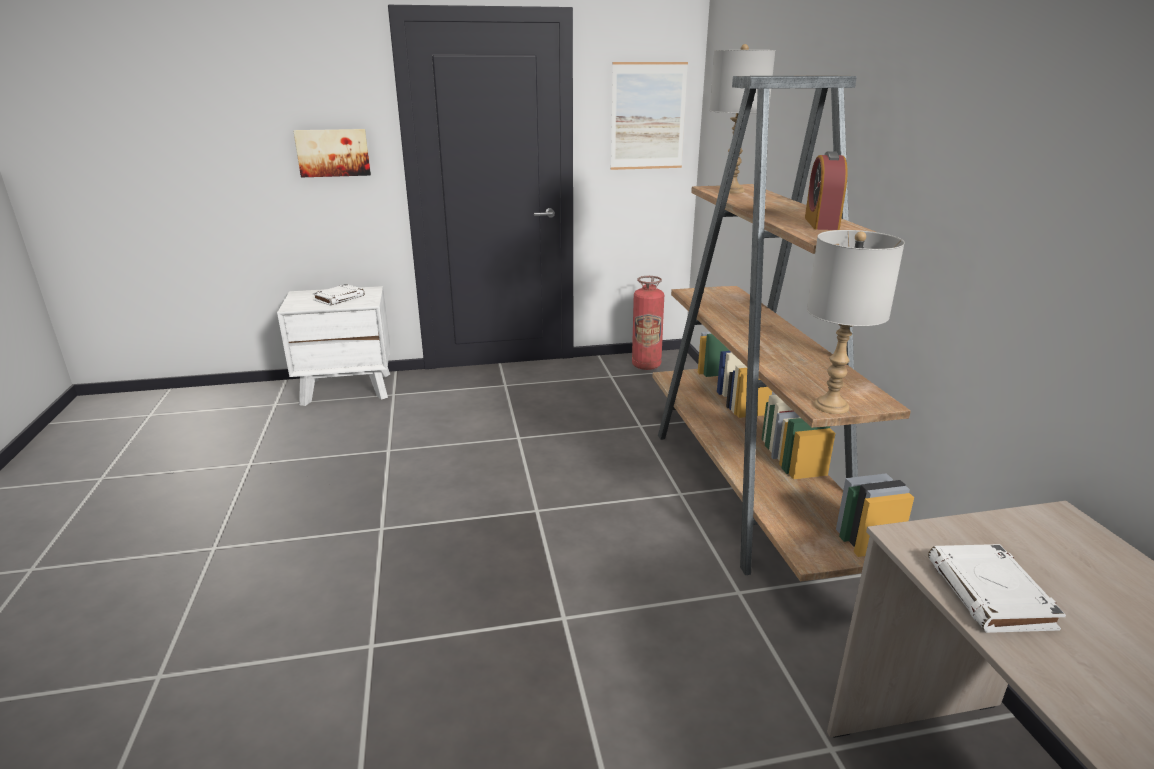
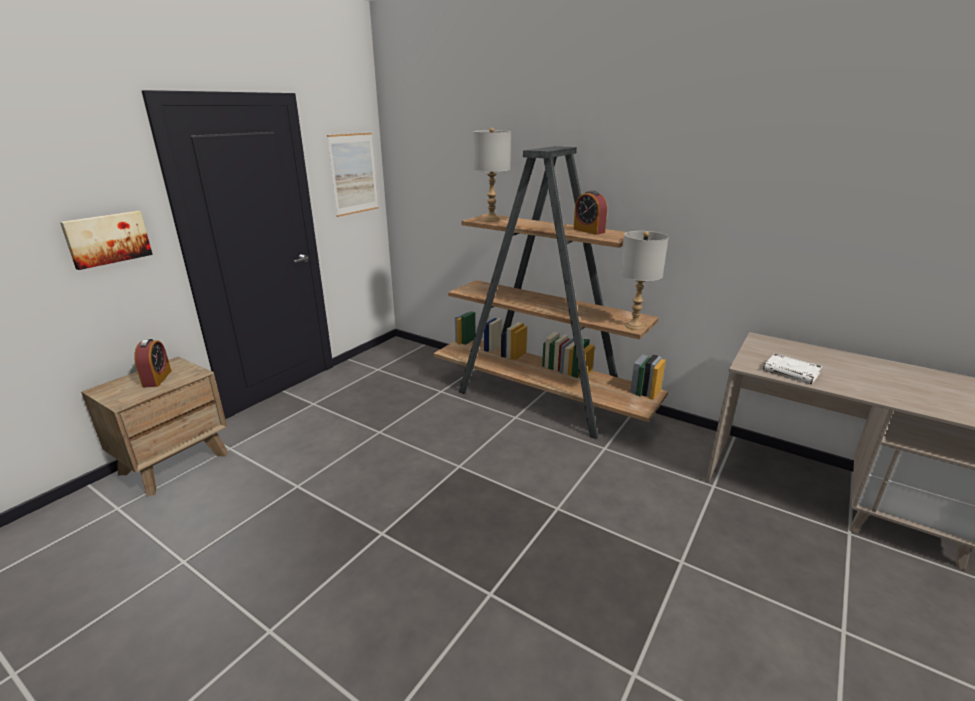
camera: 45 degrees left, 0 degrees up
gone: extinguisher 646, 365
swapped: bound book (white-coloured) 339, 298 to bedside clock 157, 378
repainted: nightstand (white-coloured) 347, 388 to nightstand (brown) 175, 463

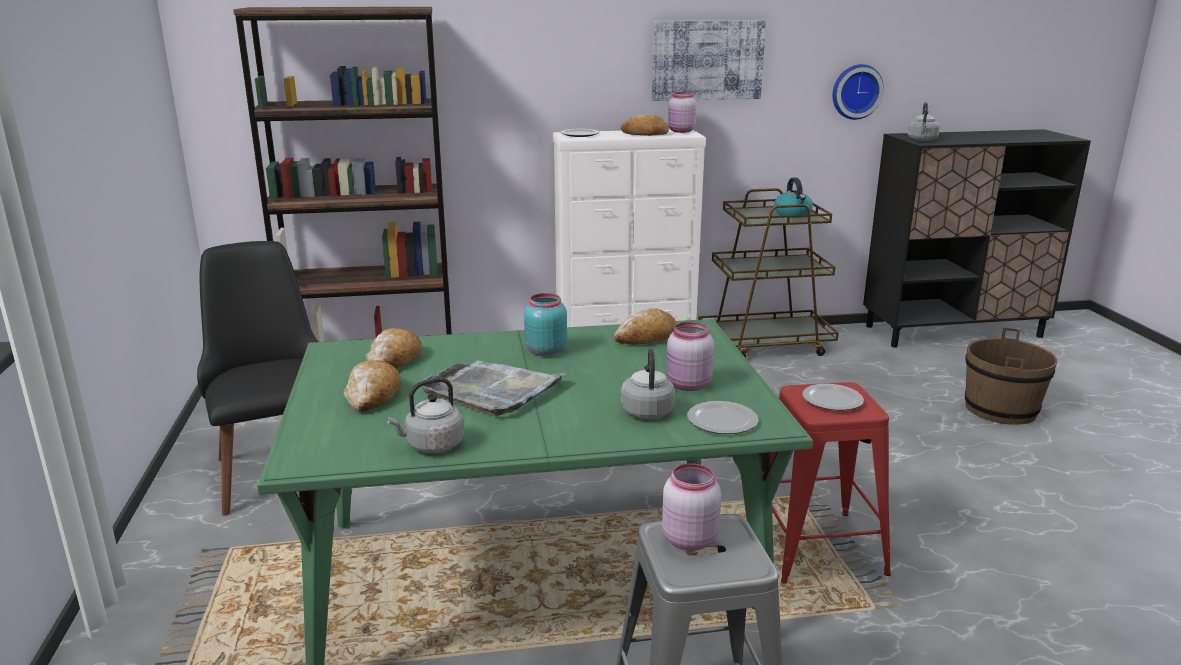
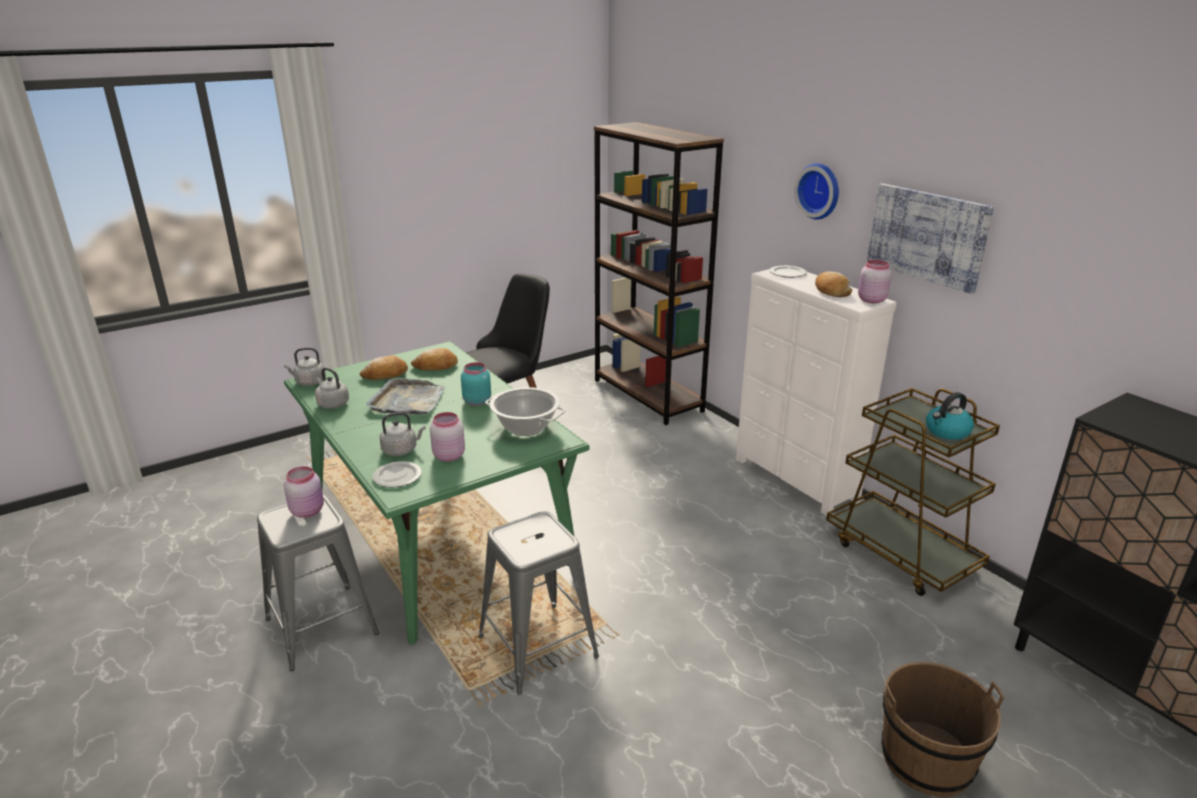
camera: 65 degrees right, 5 degrees up
gone: dinner plate 833, 400
shifted: tea kettle (grey) 922, 140 to 309, 382; hanging clock 855, 91 to 820, 190
swapped: bakery bread 646, 337 to cooking pot 525, 427
repainted: stool seat (reddish) 816, 546 to stool seat (grey) 538, 647

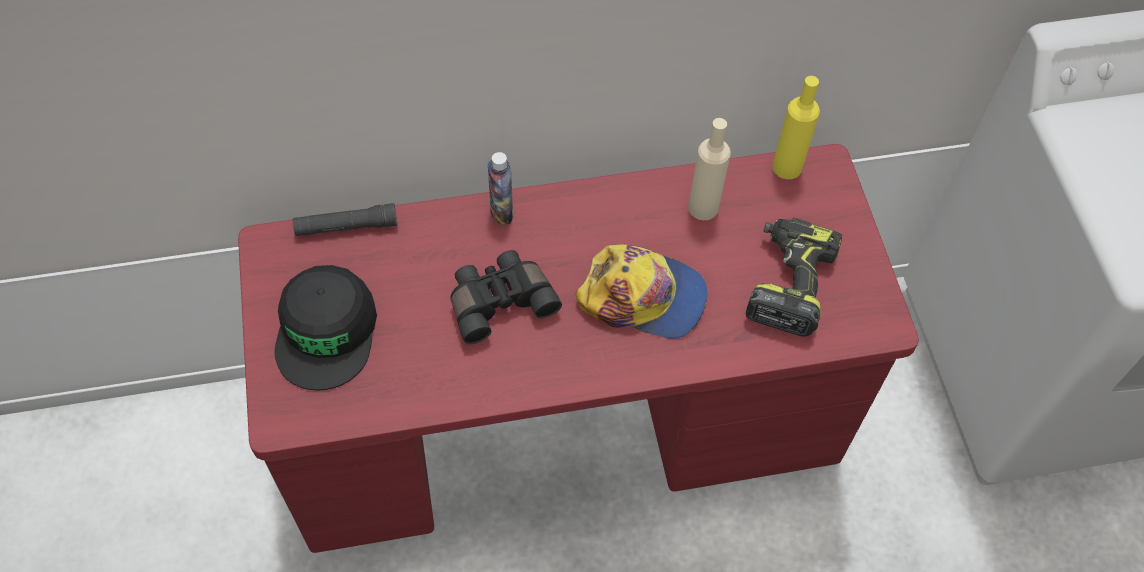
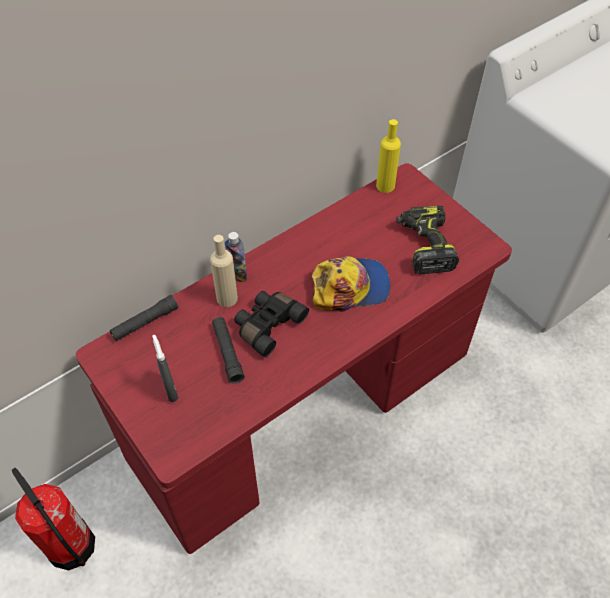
camera: 25 degrees left, 5 degrees down
new: extinguisher 71, 547; torch (black) 227, 353
shifted: bottle (beige-coloured) 703, 207 to 227, 298
swapped: baseball cap (black) 327, 332 to sprayer (grey) 170, 389

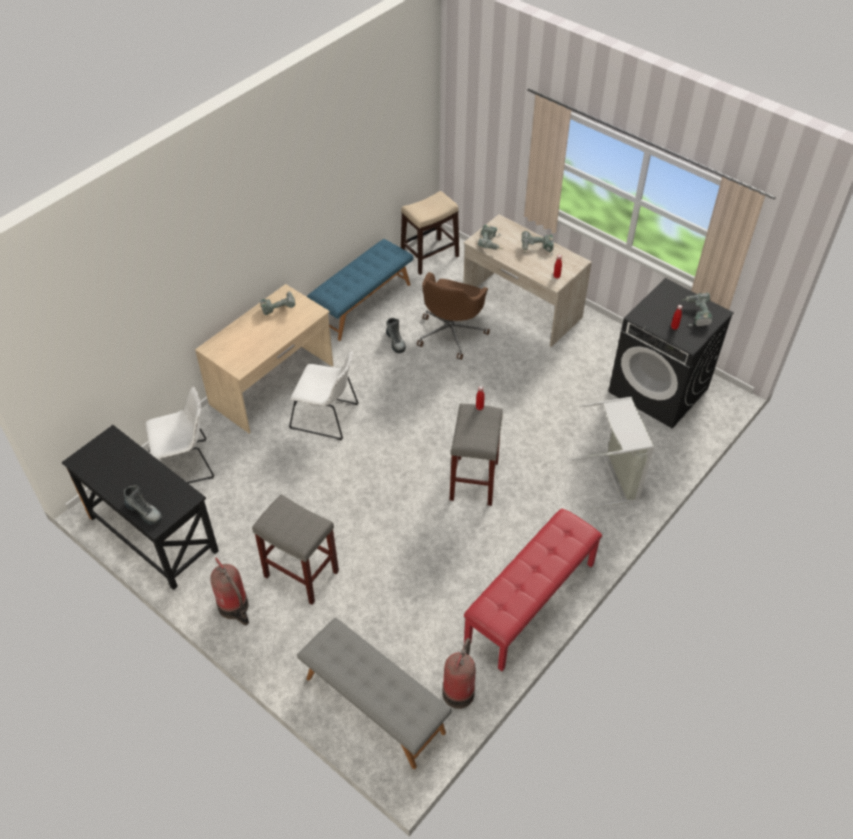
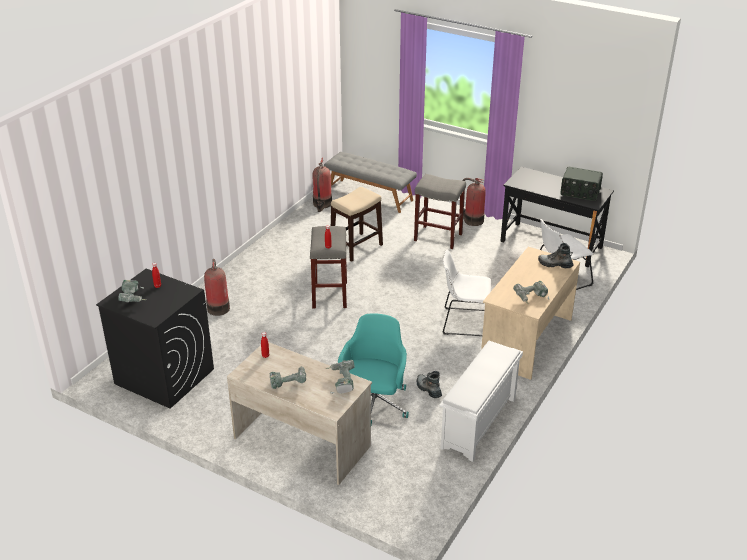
camera: 170 degrees right, 15 degrees down
gone: bench (reddish) 531, 603
new: radio receiver 580, 192
shifted: stool seat 430, 256 to 356, 247; tall boot 144, 512 to 555, 264
swapped: washing basket (grey) 611, 478 to extinguisher 218, 307; bench (blue-coloured) 362, 303 to shoe stand (white-coloured) 479, 424
repainted: computer chair (brown) 451, 333 to computer chair (turquoise-coloured) 374, 405

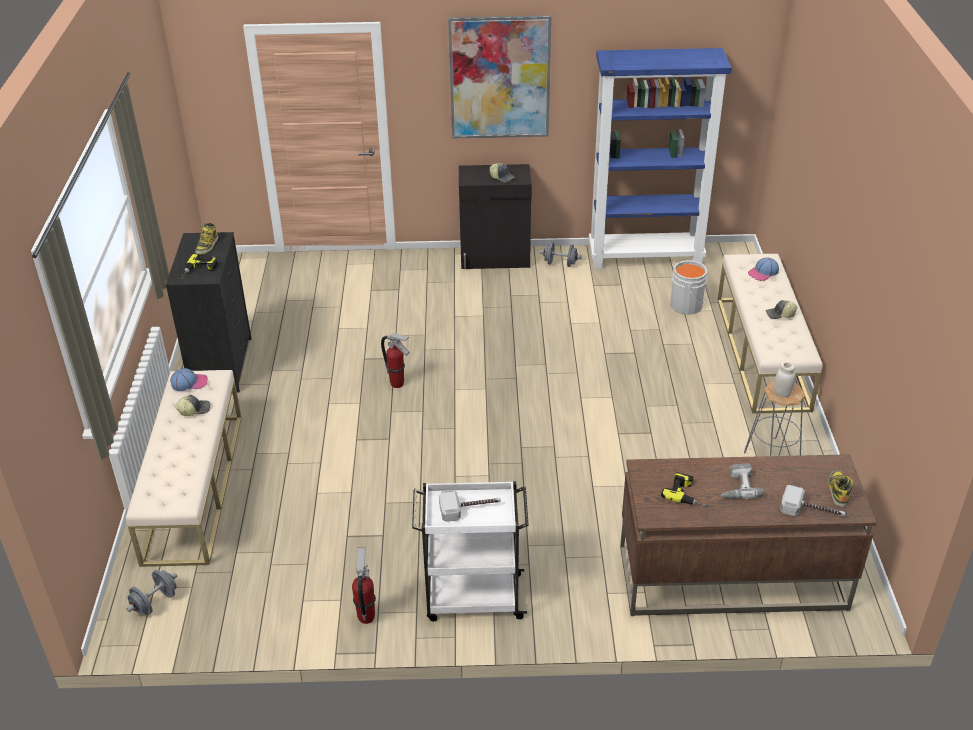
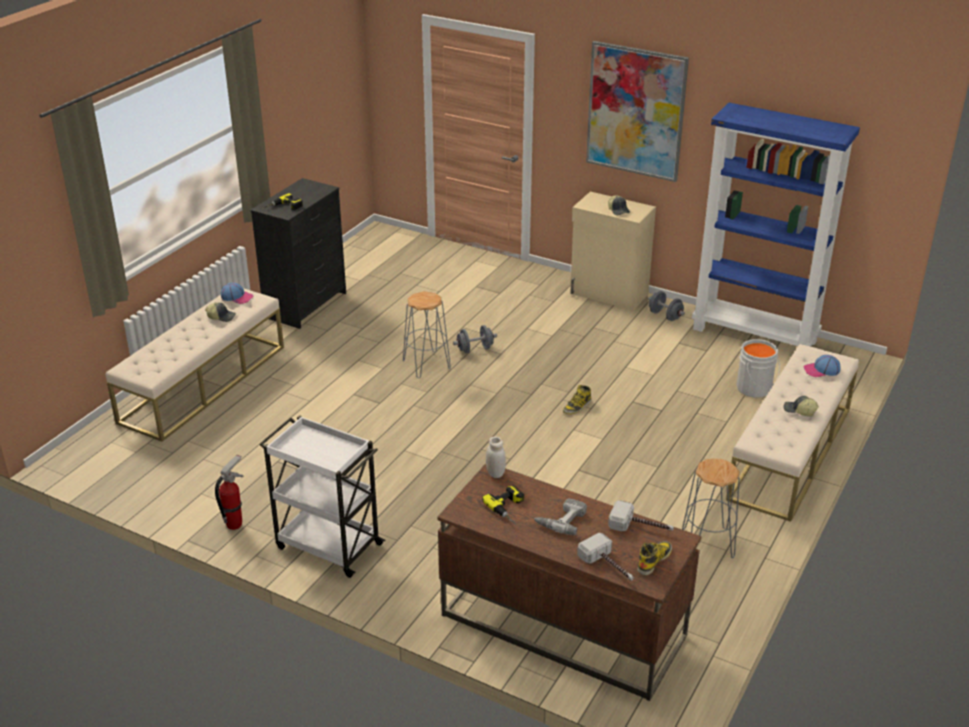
camera: 30 degrees right, 5 degrees down
shifted: dumbbell (grey) 155, 602 to 475, 349; jar (white-coloured) 782, 393 to 495, 473; tall boot 207, 245 to 577, 406; hand hammer 470, 509 to 641, 527
swapped: extinguisher 397, 384 to stool seat (grey) 427, 364
repainted: storage cabinet (black) 495, 258 to storage cabinet (beige-coloured) 609, 294

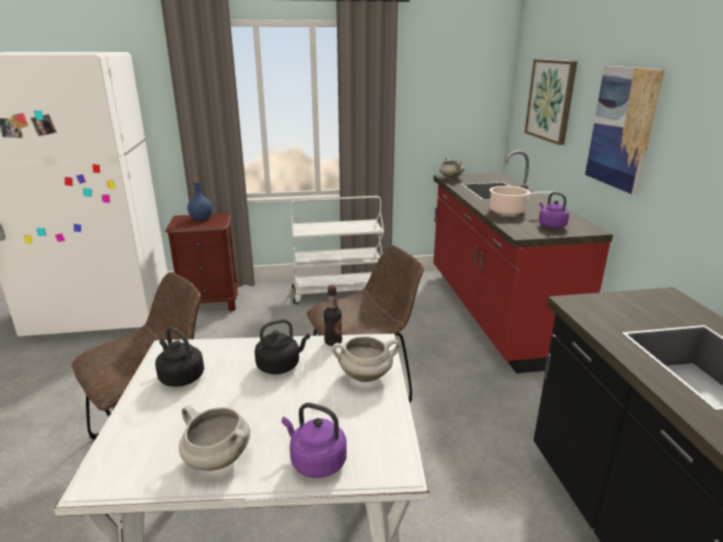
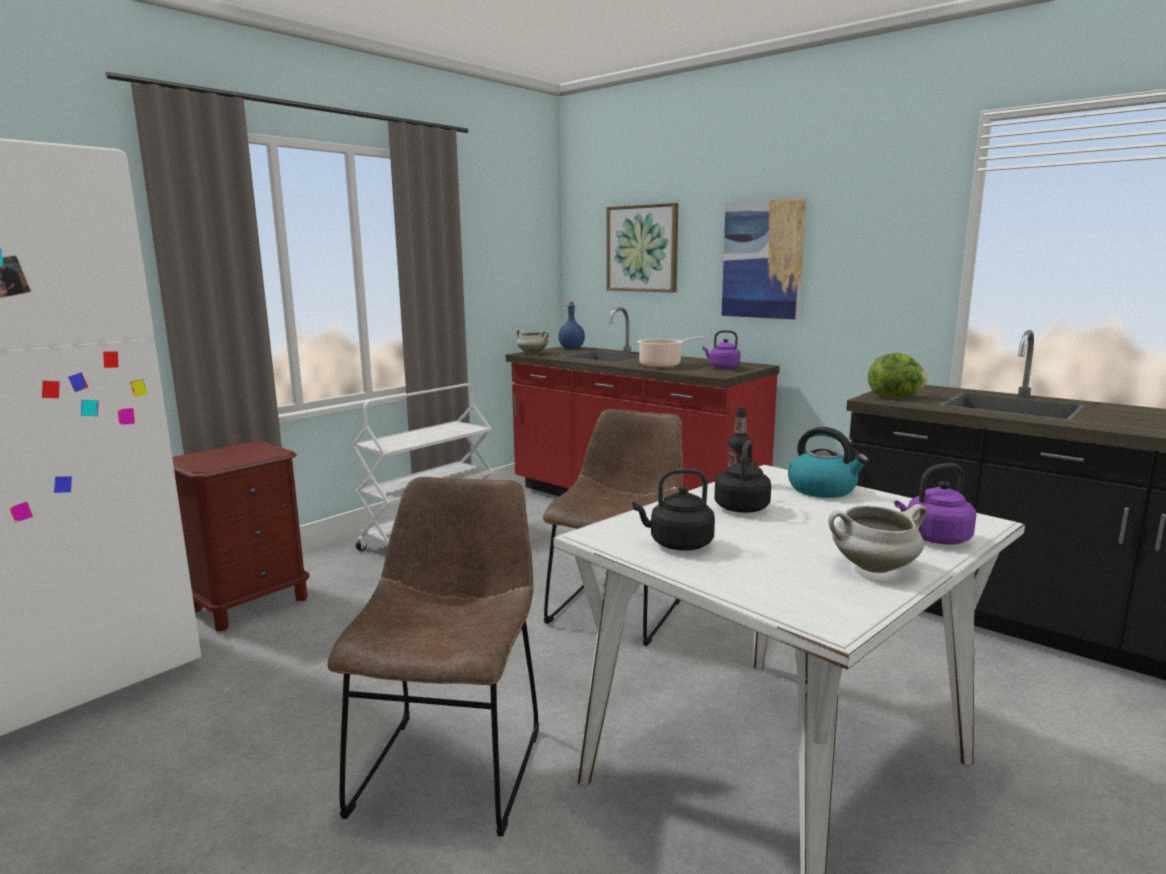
camera: 40 degrees left, 10 degrees down
new: head of lettuce 895, 396
shifted: bottle (blue-coloured) 201, 218 to 571, 348
swapped: cooking pot (white-coloured) 366, 376 to tea kettle 823, 490

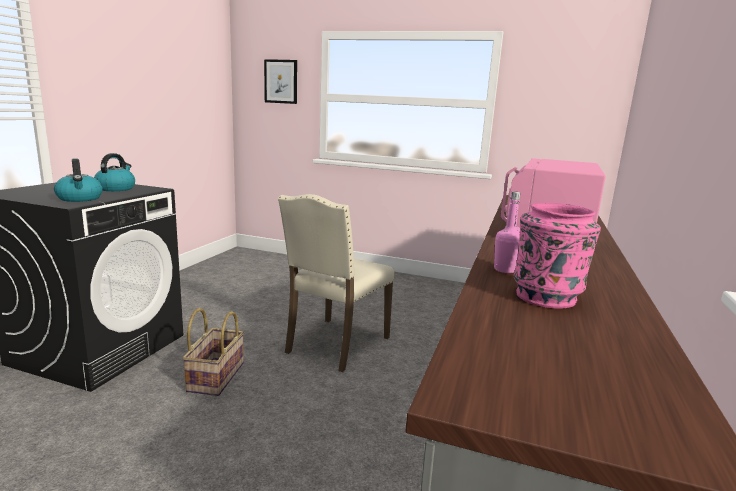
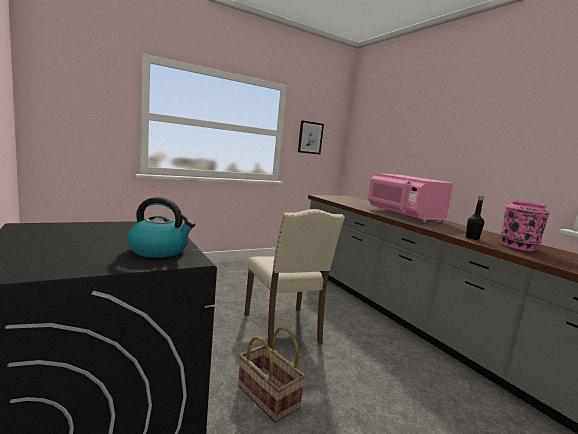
camera: 50 degrees left, 5 degrees down
gone: tea kettle 116, 188
shifted: wall art 281, 81 to 310, 137
repainted: bottle (pink) 505, 270 to bottle (black) 472, 238

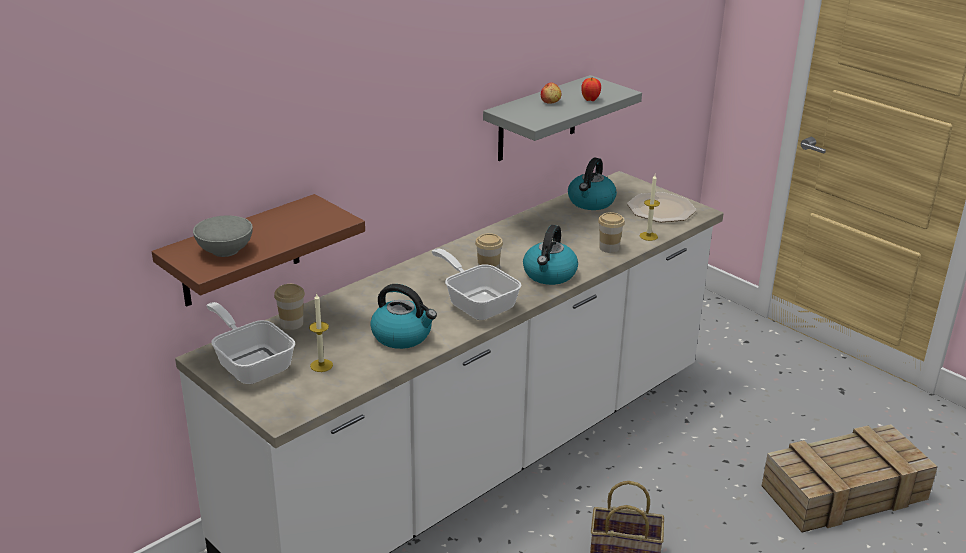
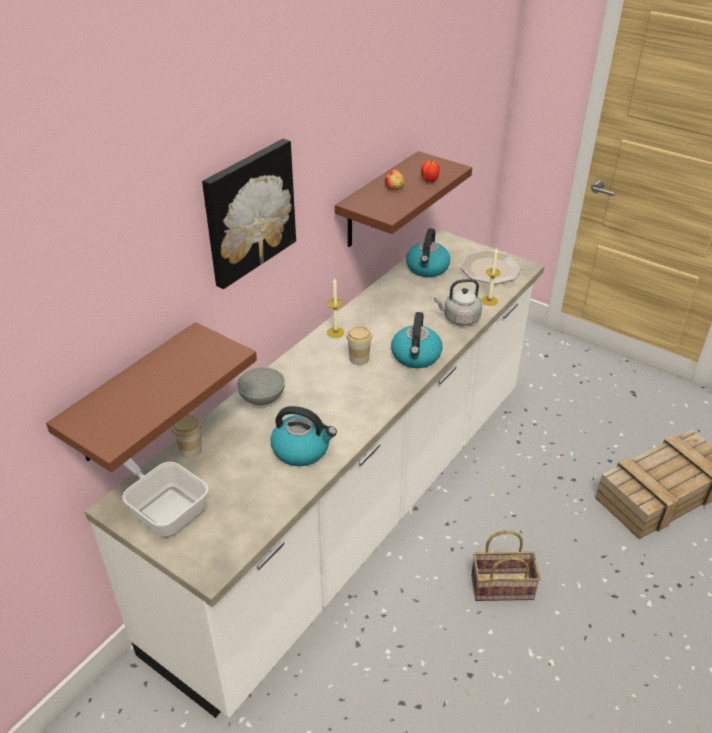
camera: 10 degrees left, 10 degrees up
gone: skillet 477, 303
new: wall art 248, 211
shifted: deep dish (grey) 224, 250 to 261, 397; candle 321, 365 to 335, 332
swapped: drinking cup 609, 248 to tea kettle (grey) 459, 318
repainted: bracket shelf (grey) 537, 119 to bracket shelf (brown) 378, 201

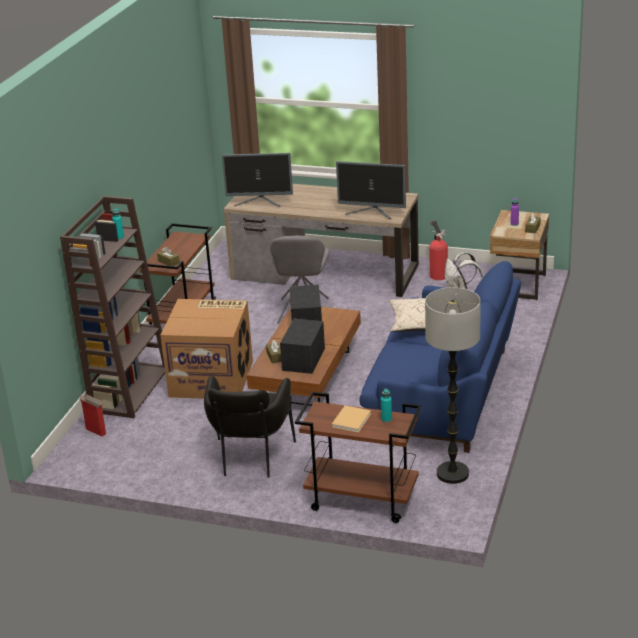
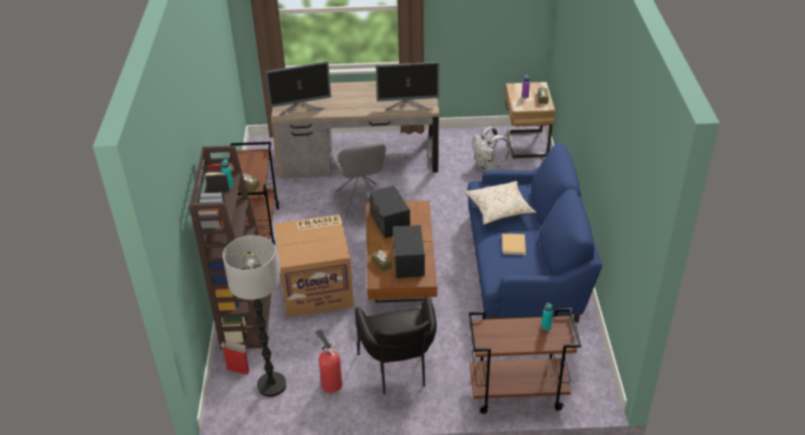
camera: 20 degrees left, 10 degrees up
shifted: floor lamp 452, 474 to 272, 385; extinguisher 438, 275 to 330, 383; bound book (beige-coloured) 352, 419 to 513, 244

